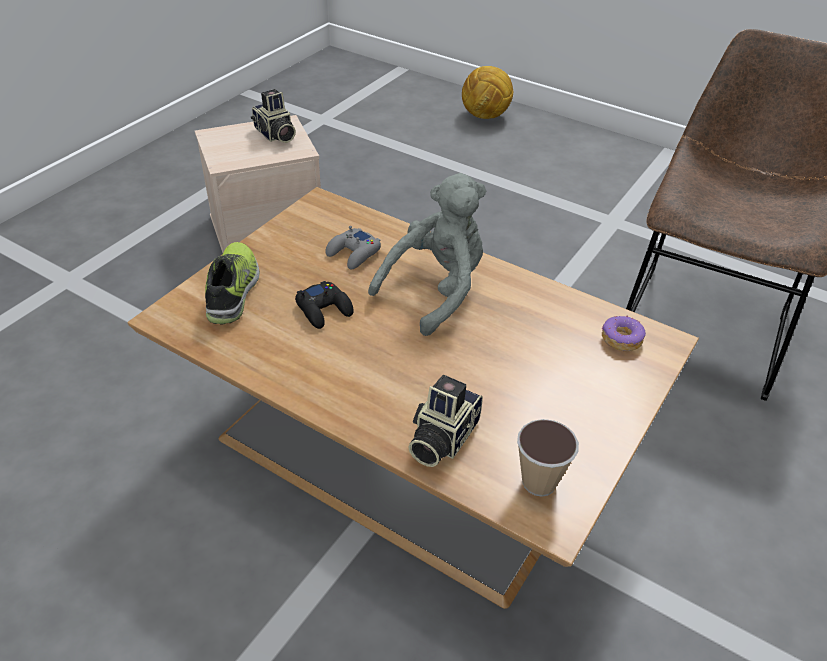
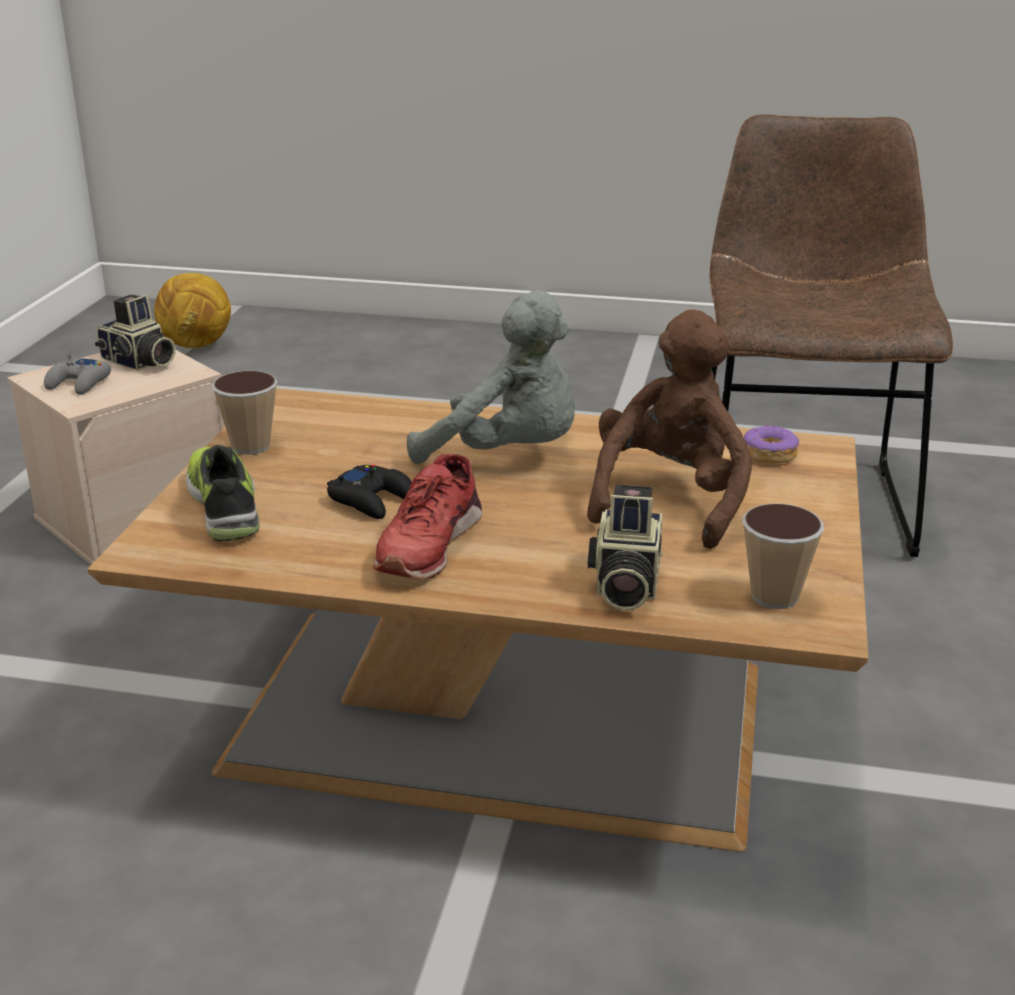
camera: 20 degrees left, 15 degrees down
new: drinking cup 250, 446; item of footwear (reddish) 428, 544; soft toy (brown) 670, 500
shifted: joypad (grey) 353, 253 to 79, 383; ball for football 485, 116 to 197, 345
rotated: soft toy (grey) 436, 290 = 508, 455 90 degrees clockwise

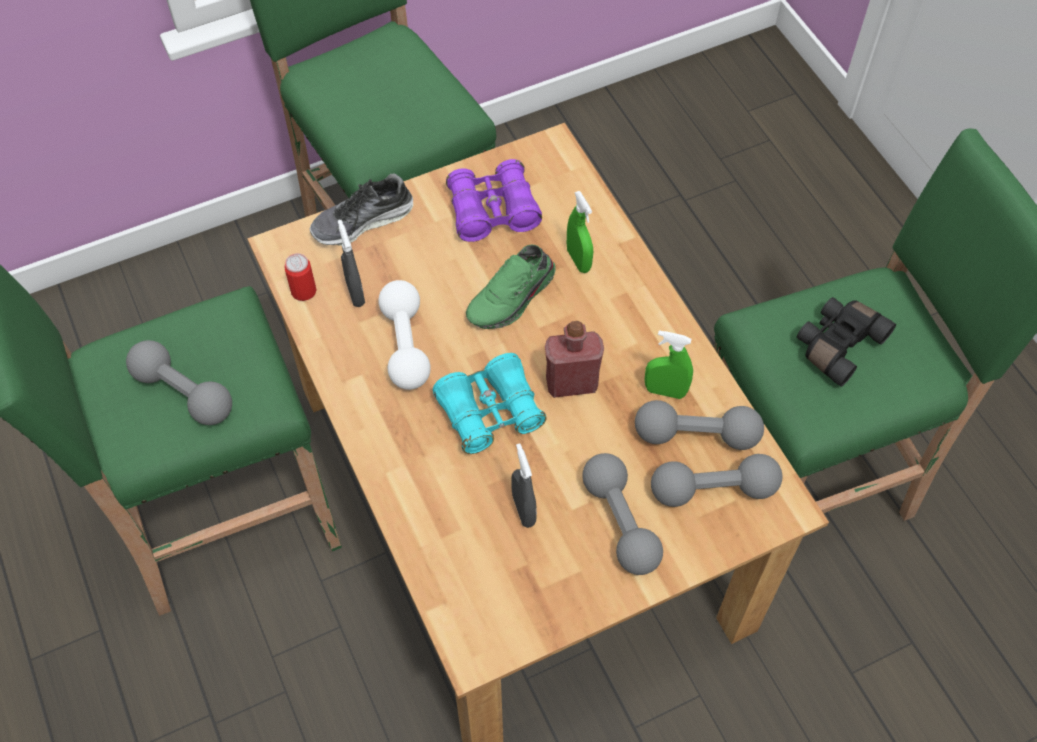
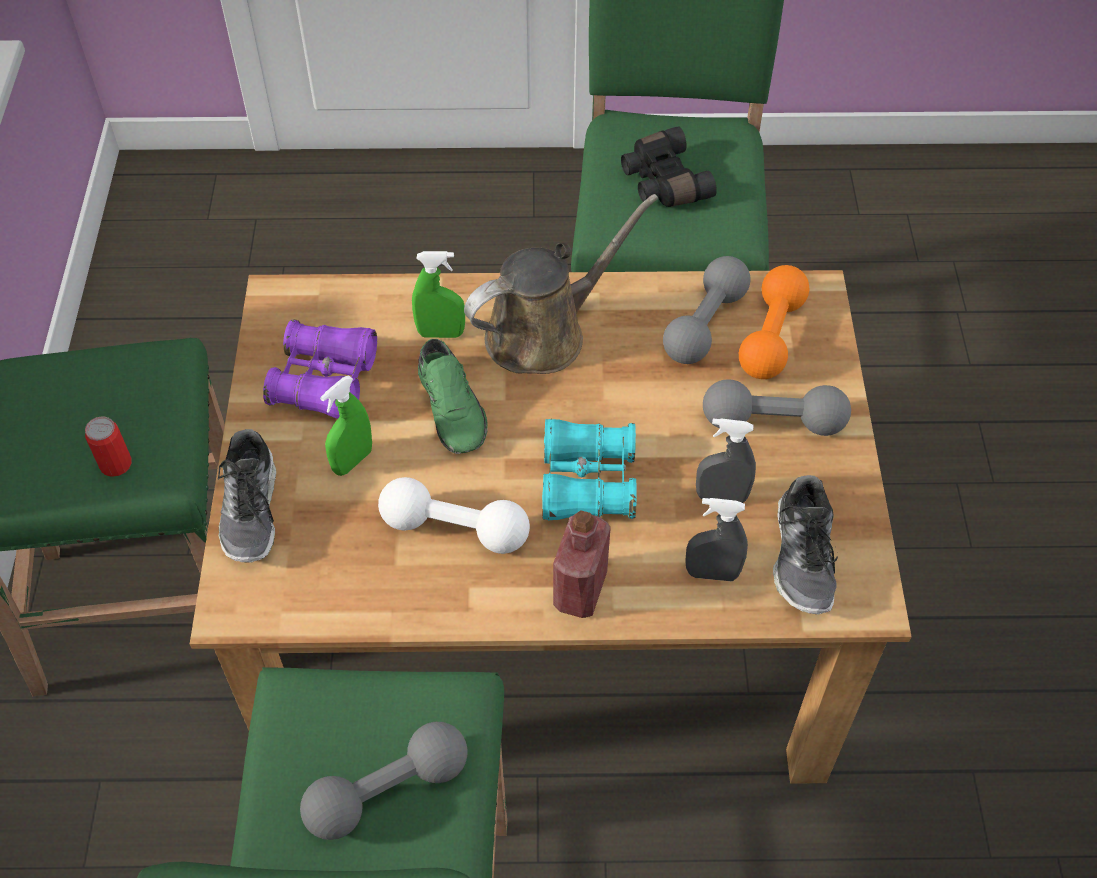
camera: 65 degrees left, 5 degrees down
new: watering can (brown) 544, 333; item of footwear 803, 557
shifted: sealed can 303, 291 to 115, 464; sprayer (green) 665, 391 to 352, 461; bottle (reddish) 571, 383 to 580, 590; sprayer (grey) 355, 293 to 712, 573
repainted: dumbbell (grey) 713, 490 to dumbbell (orange) 771, 336

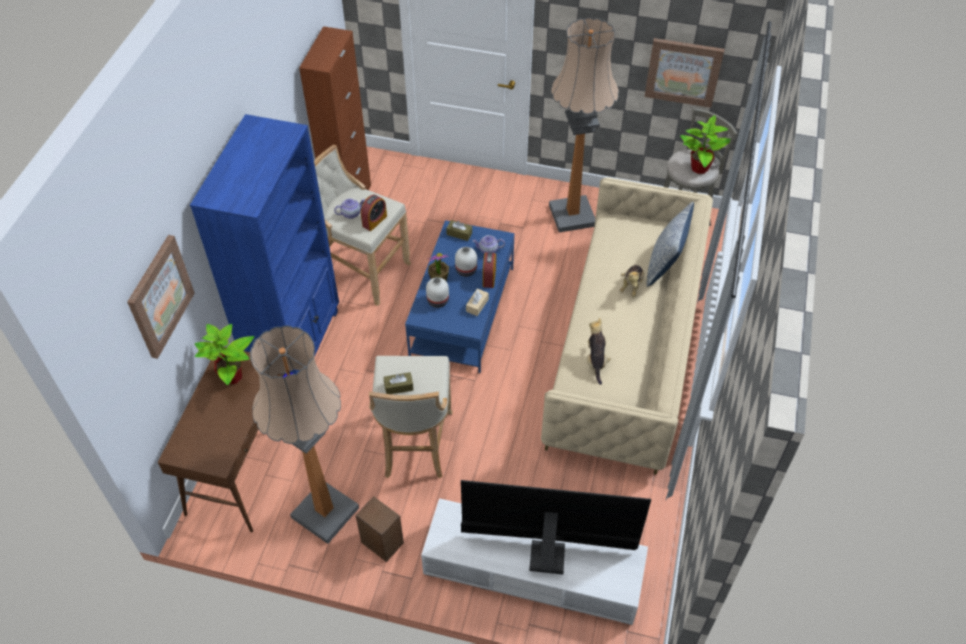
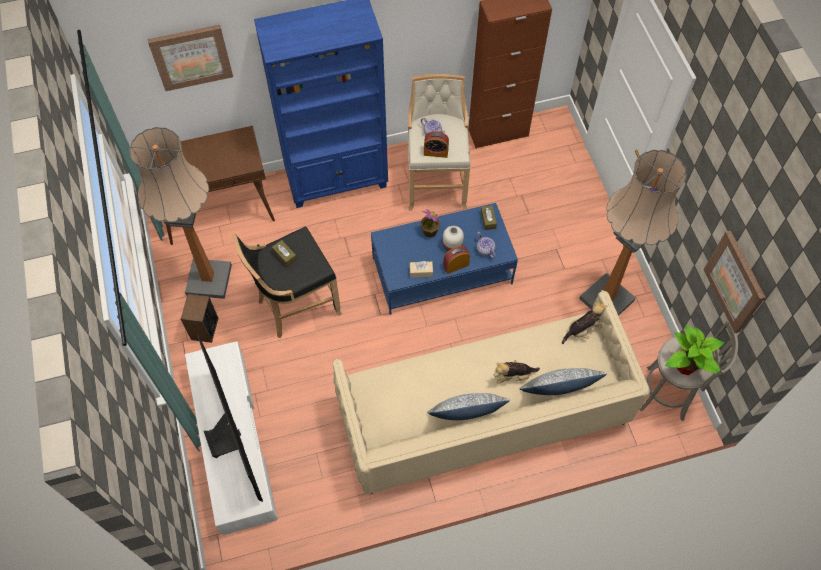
camera: 60 degrees right, 10 degrees up
gone: plant in a pot 232, 376; decorative vase (white-coloured) 438, 300
new: cushion 465, 417
shifted: soft toy 596, 360 to 582, 330
repainted: stool seat (beige-coloured) 415, 446 to stool seat (black) 296, 306

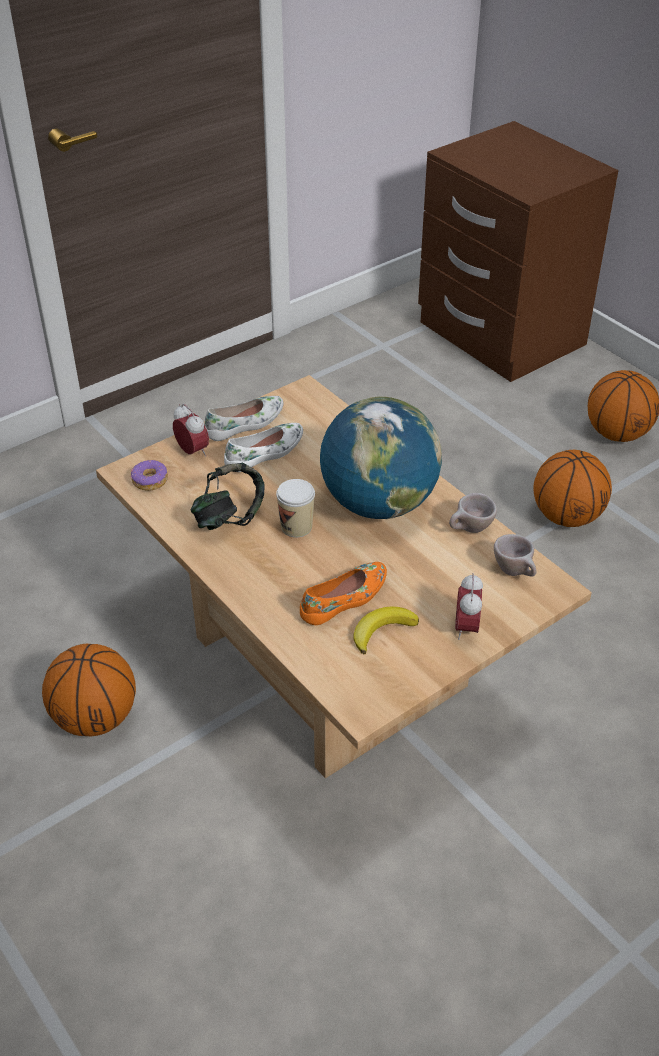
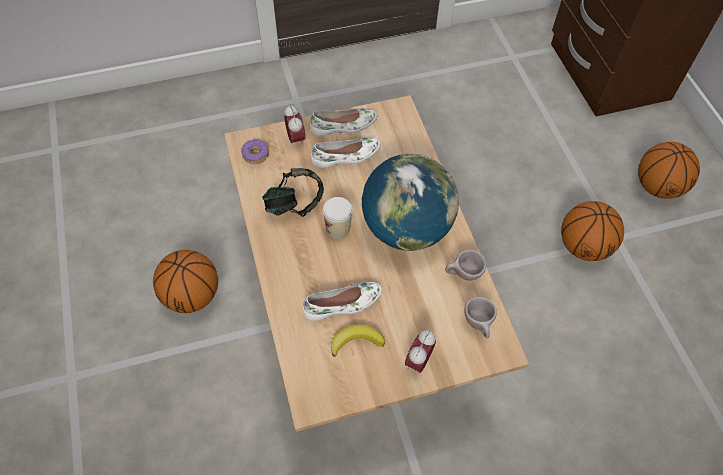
camera: 20 degrees right, 15 degrees up
repainted: item of footwear (orange) 345, 599 to item of footwear (white-coloured) 343, 304

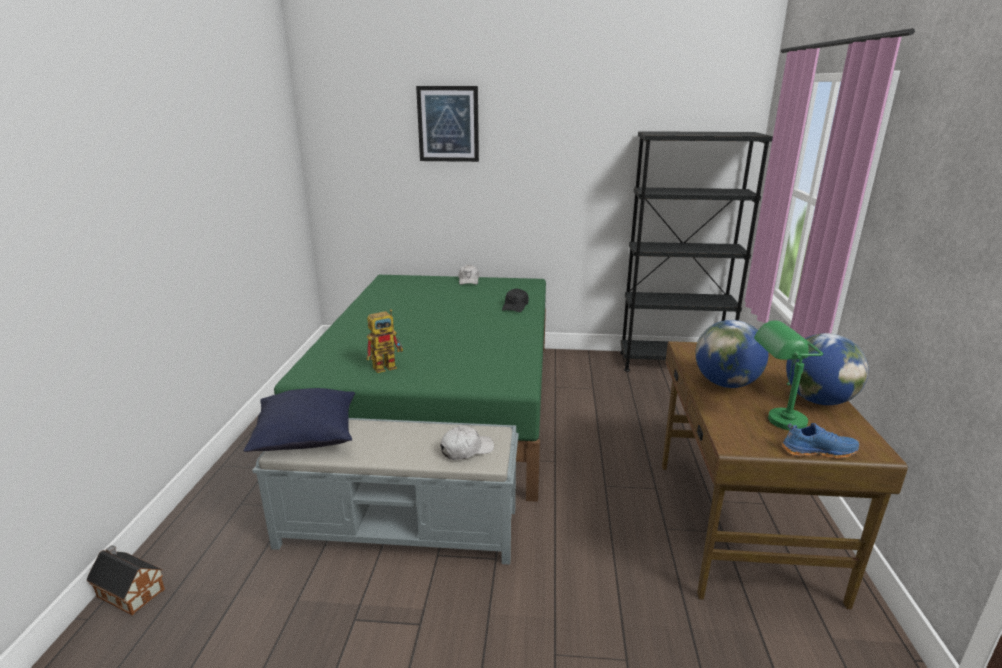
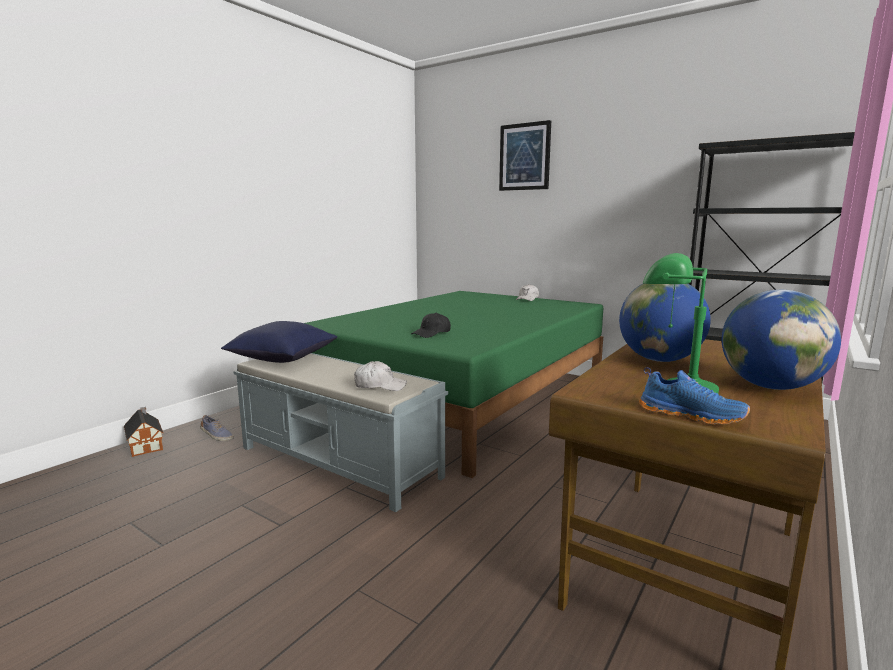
camera: 30 degrees right, 10 degrees down
gone: toy robot 388, 365
new: item of footwear 216, 436
shifted: baseball cap (black) 515, 306 to 431, 333

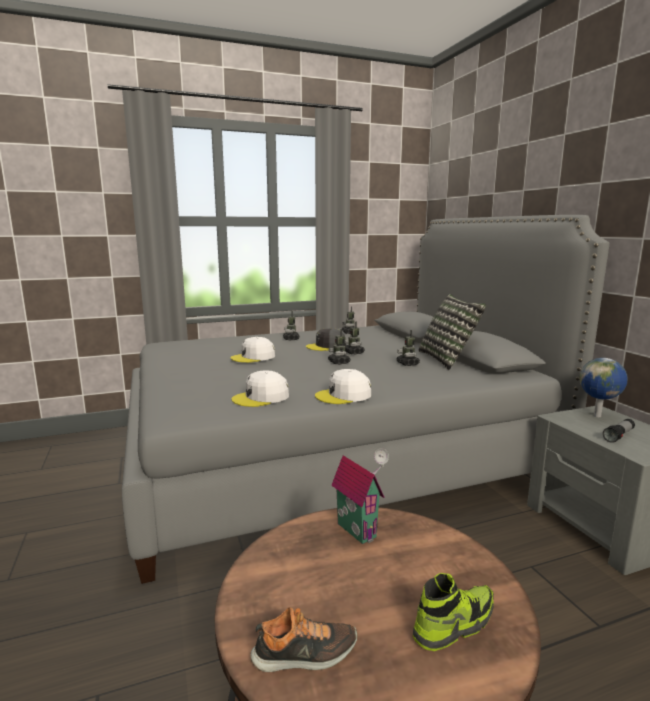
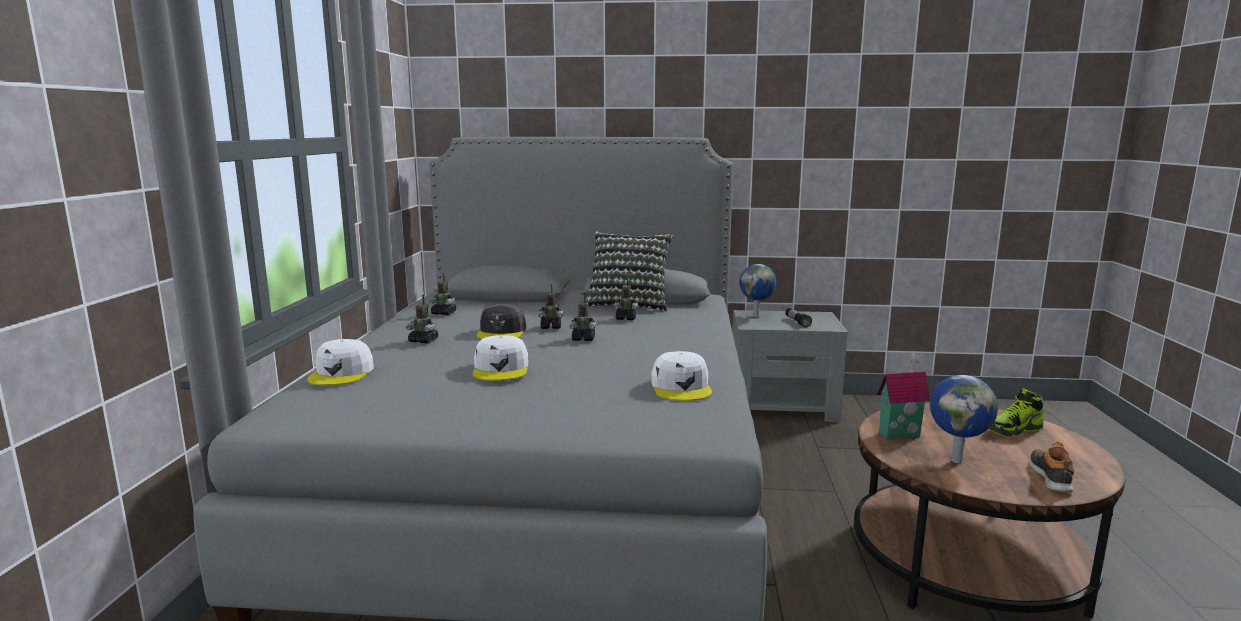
camera: 65 degrees left, 0 degrees up
new: world globe 956, 460
shifted: baseball cap (white-coloured) 344, 395 to 342, 373
rotated: item of footwear 453, 624 = 1014, 430 105 degrees counterclockwise

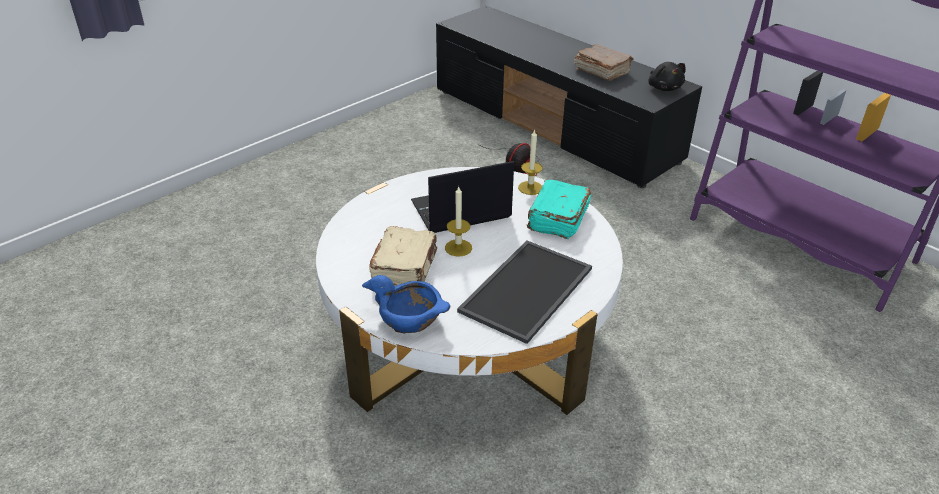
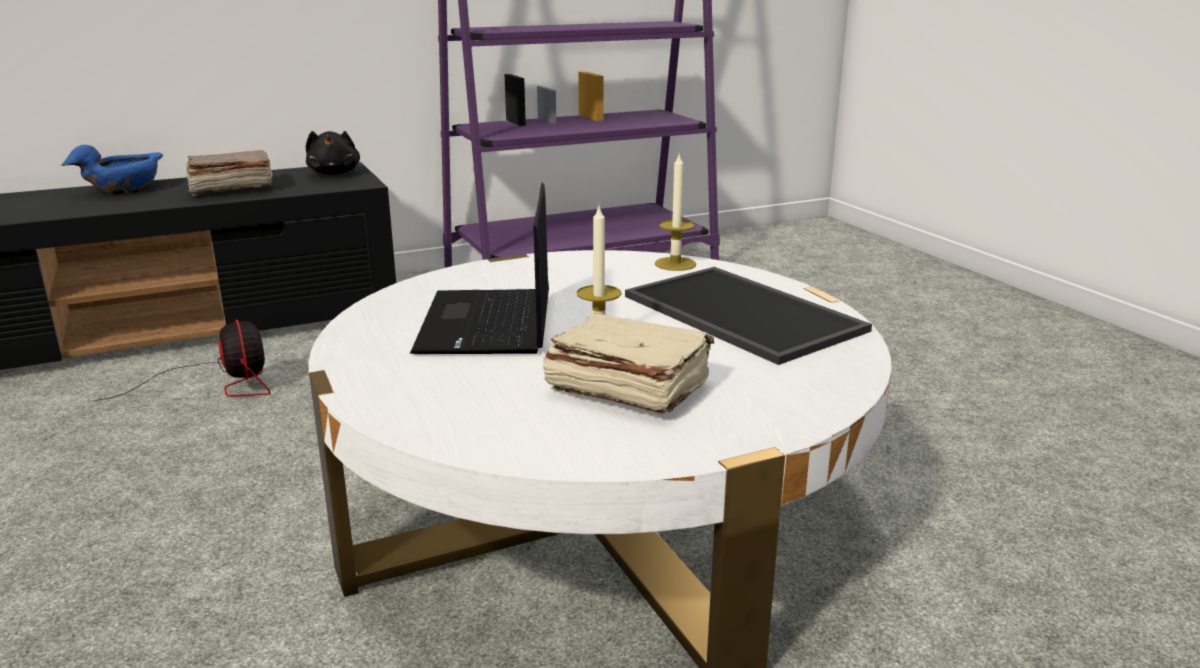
camera: 70 degrees left, 15 degrees down
gone: bound book (turquoise-coloured) 557, 219
shifted: deep dish (blue-coloured) 410, 319 to 125, 188; candle 530, 188 to 675, 264
rotated: soft toy (black) 664, 88 = 334, 173 75 degrees clockwise

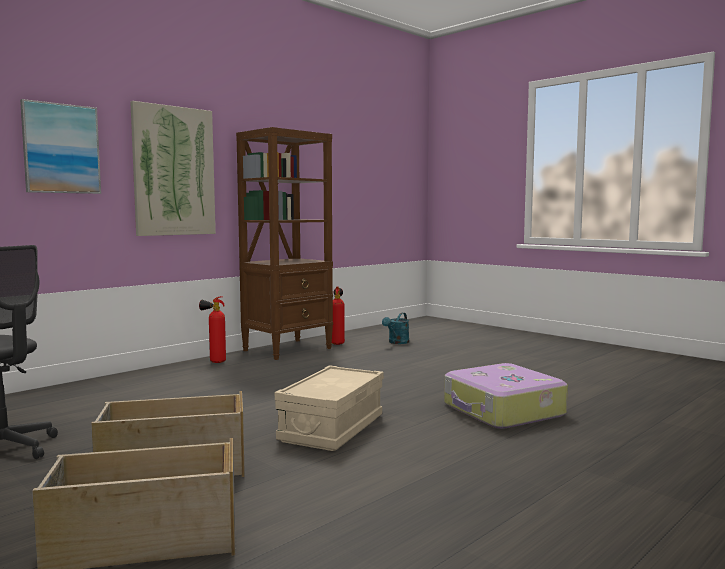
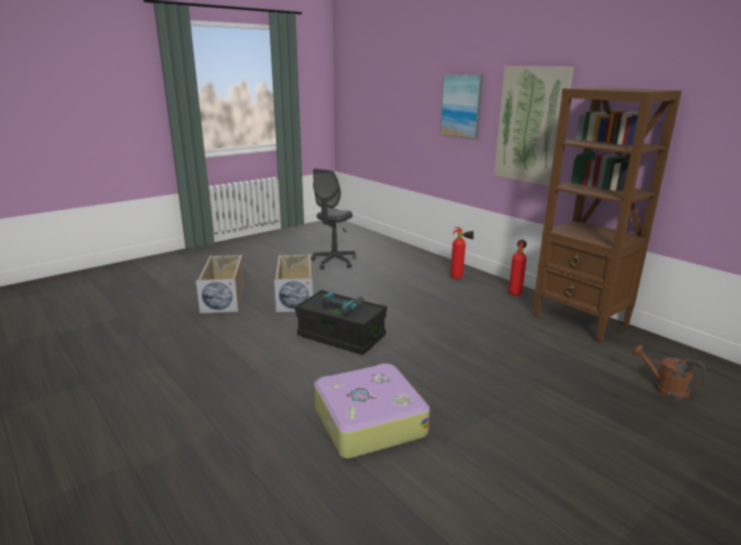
camera: 95 degrees right, 15 degrees up
new: power drill 343, 307
shifted: extinguisher 337, 343 to 459, 277
repainted: storage container (beige-coloured) 332, 428 to storage container (black) 341, 336; watering can (turquoise-coloured) 397, 342 to watering can (brown) 664, 389

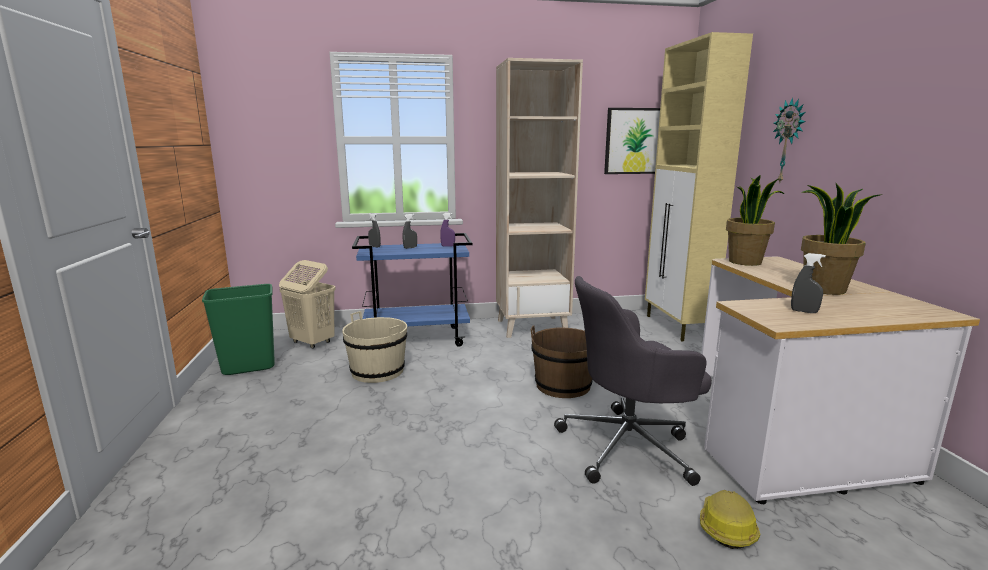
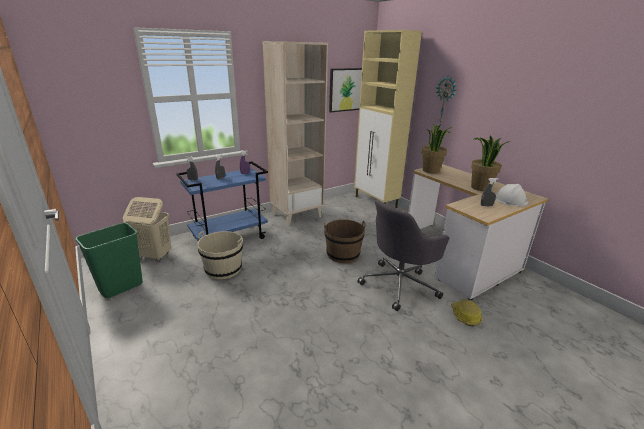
camera: 25 degrees left, 10 degrees up
new: work helmet (white-coloured) 510, 200

